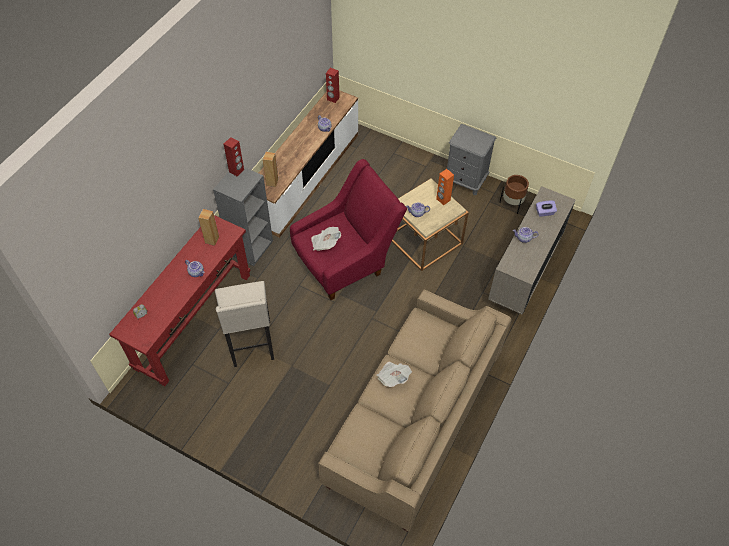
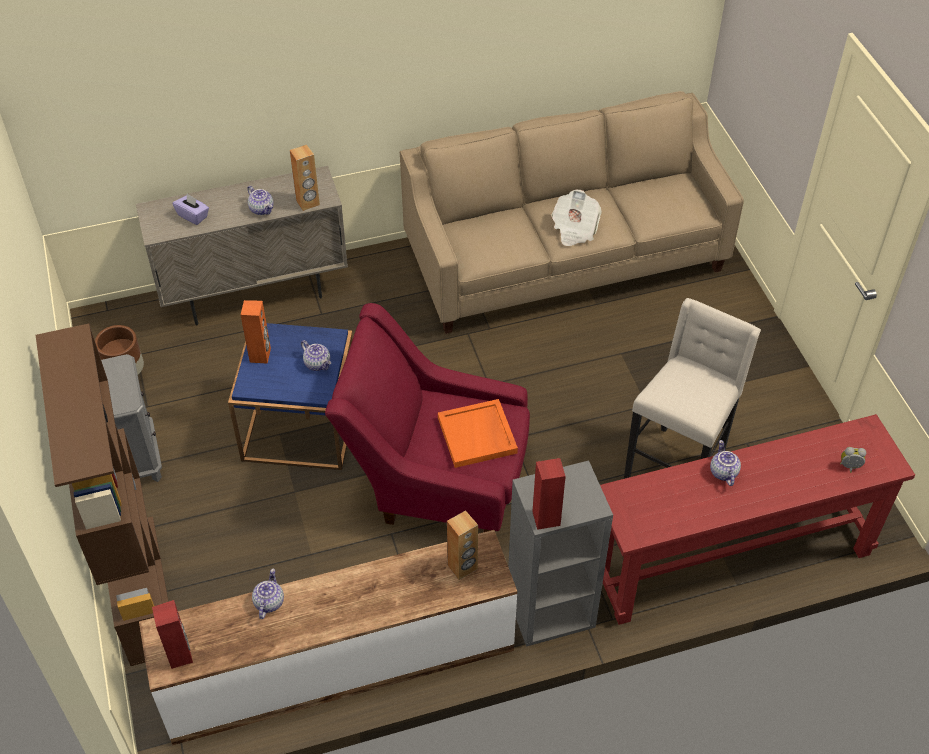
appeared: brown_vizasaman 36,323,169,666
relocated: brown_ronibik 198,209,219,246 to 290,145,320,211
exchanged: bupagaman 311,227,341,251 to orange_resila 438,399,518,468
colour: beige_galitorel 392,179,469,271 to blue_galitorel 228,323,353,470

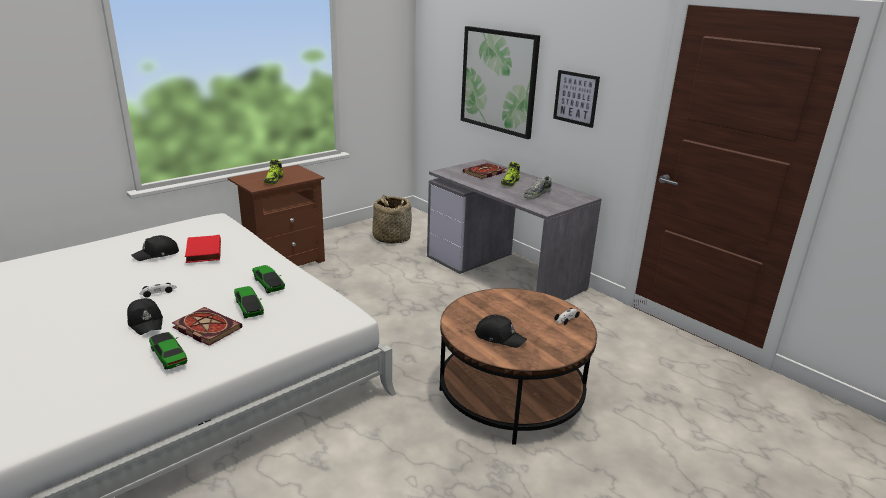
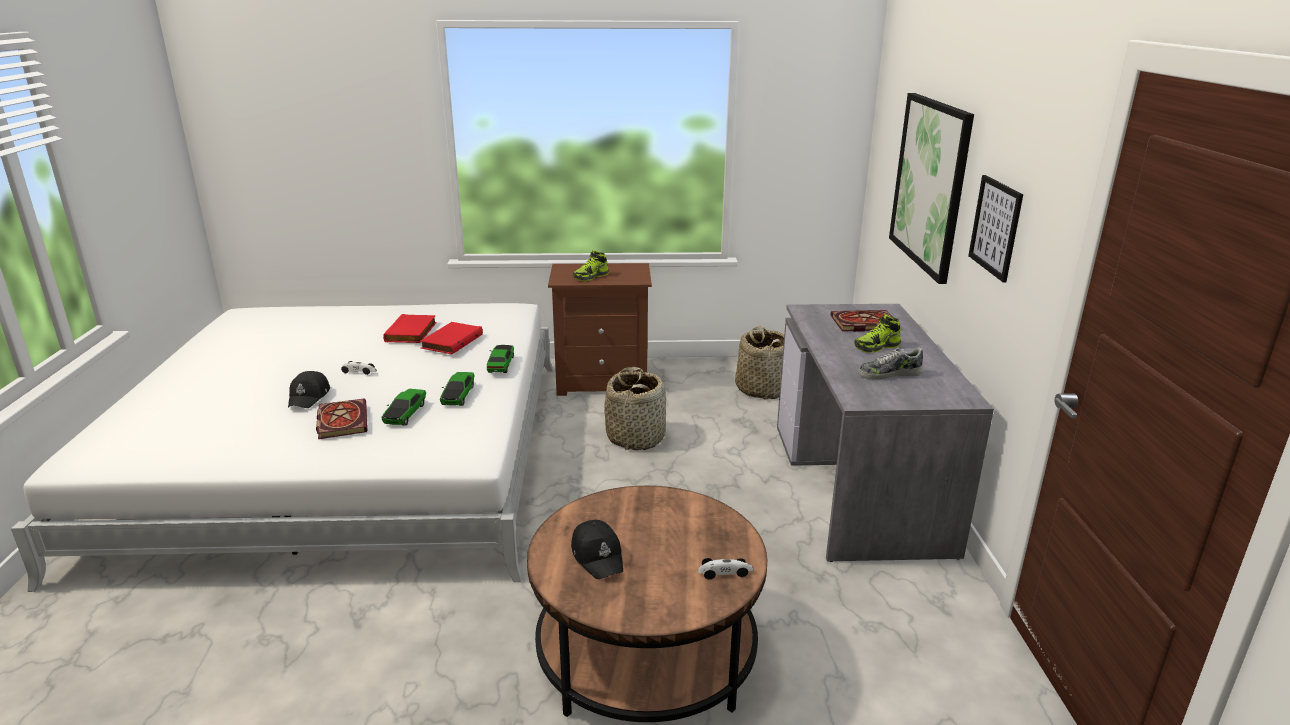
appeared: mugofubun 604,367,666,451
relocated: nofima 149,332,187,370 to 487,345,514,373
exchanged: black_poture 131,235,179,261 to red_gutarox 383,314,437,343

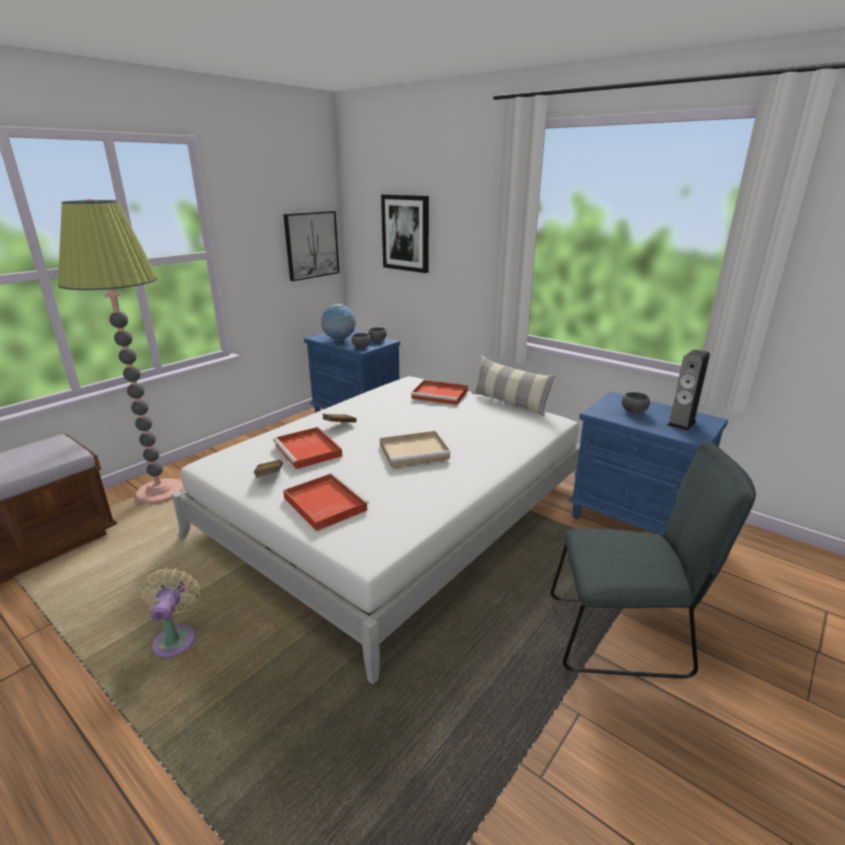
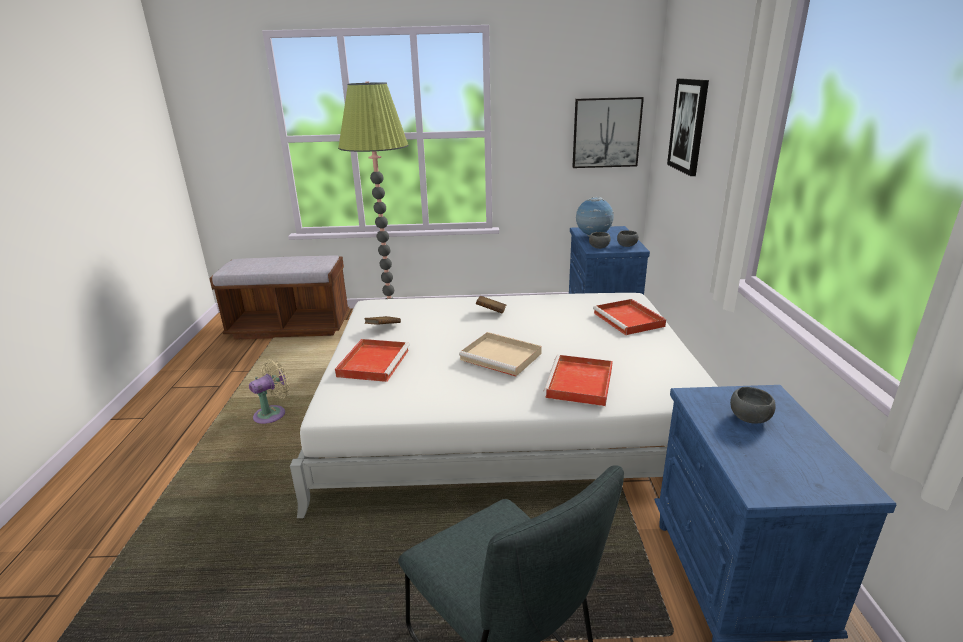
missing: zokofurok 472,356,555,416; ronibik 667,349,710,431
relocated: red_resila 273,427,342,469 to 544,355,613,406

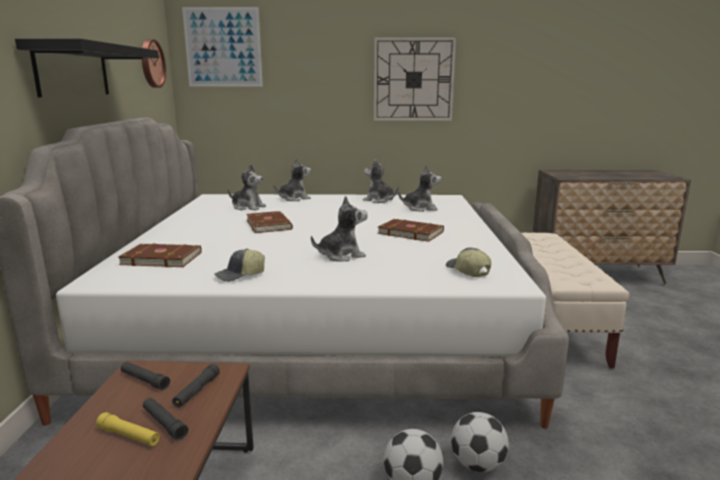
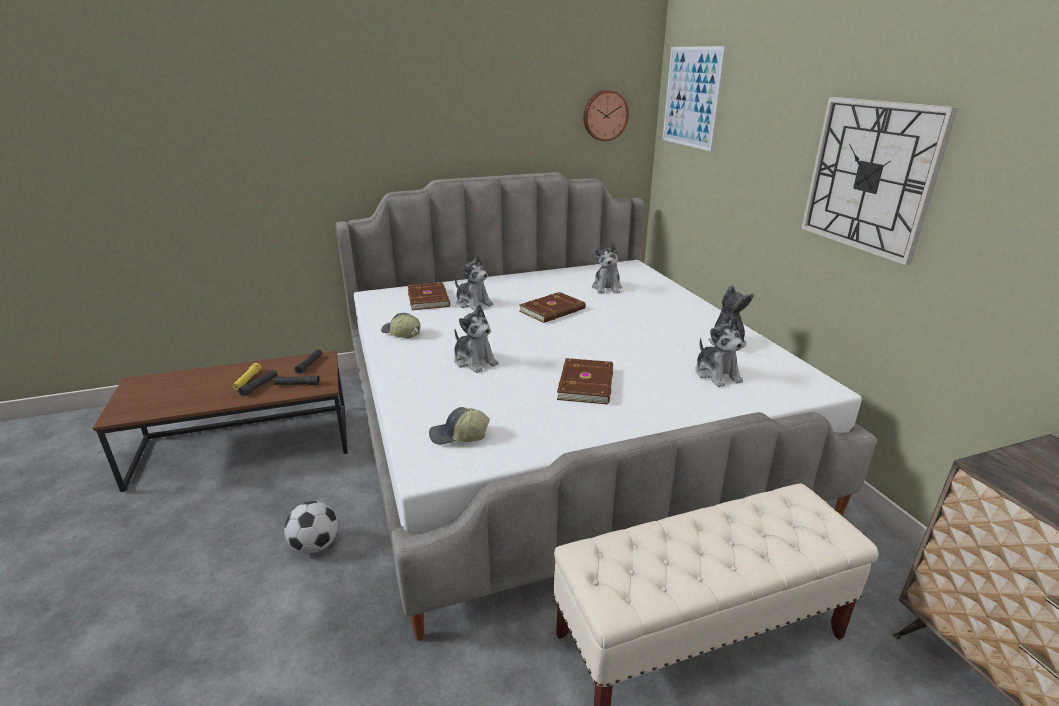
missing: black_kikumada 15,39,159,97; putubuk 451,412,509,472
relocated: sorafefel 274,158,311,201 to 455,256,493,310
spun: poture 446,248,491,277 = 429,407,490,444 135 degrees counterclockwise

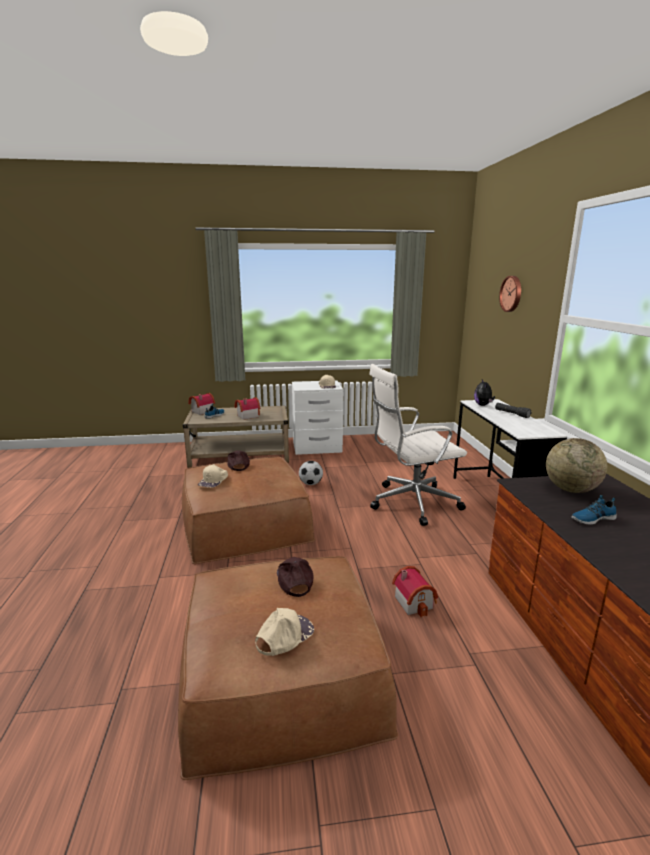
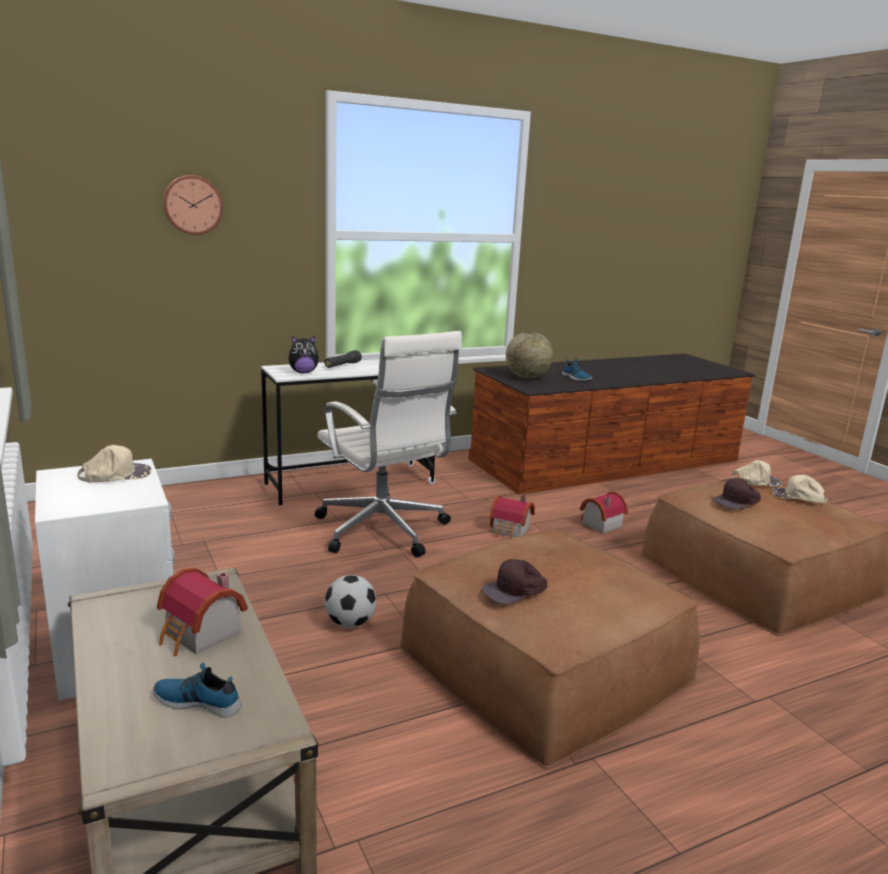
relocated: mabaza 188,393,215,415 to 490,495,535,539; beige_poture 198,464,228,488 to 731,460,782,487

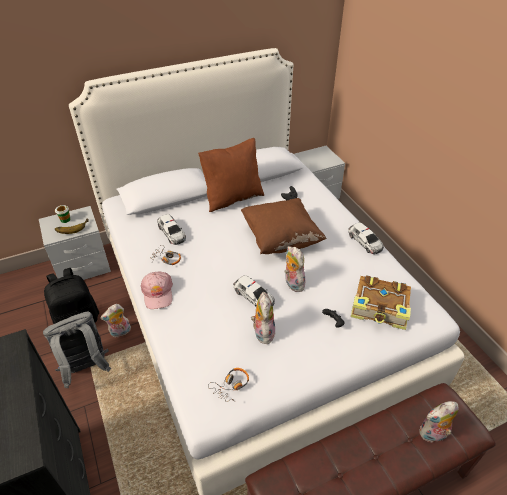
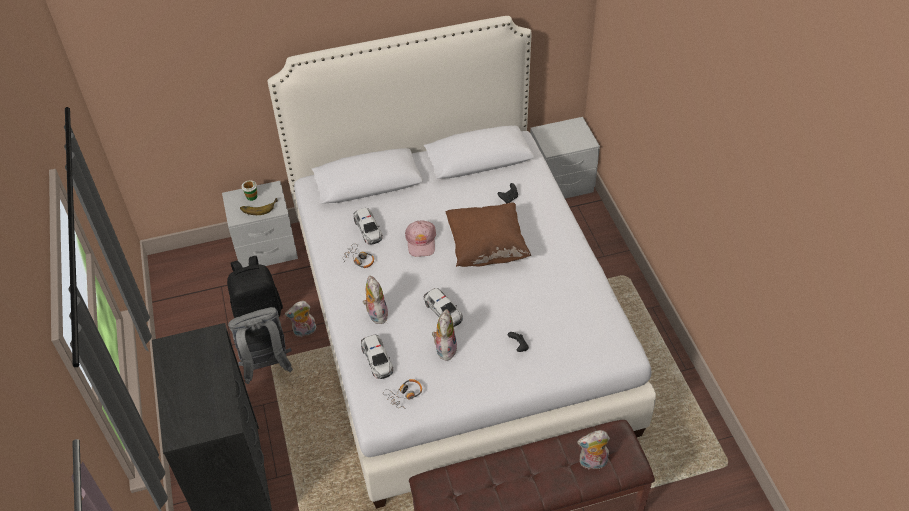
missing: brown_zokofurok 198,138,264,212; gutarox 351,275,411,330
relocated: pink_poture 141,272,173,309 to 405,221,436,257; sorafefel 285,246,305,292 to 363,275,388,324; nofima 348,222,384,254 to 361,335,393,379

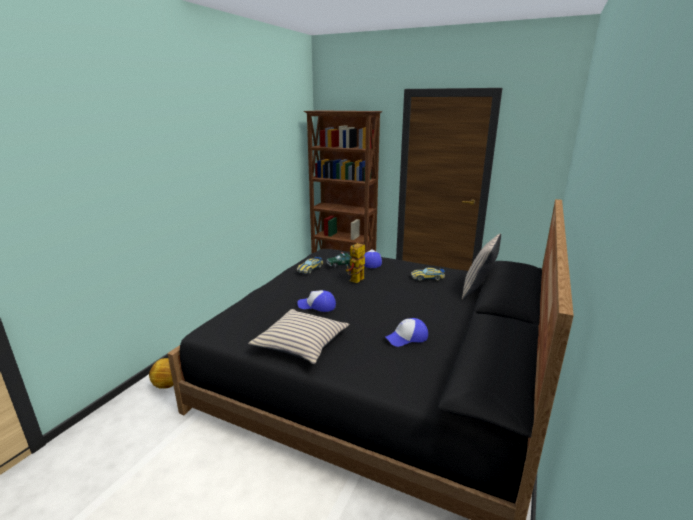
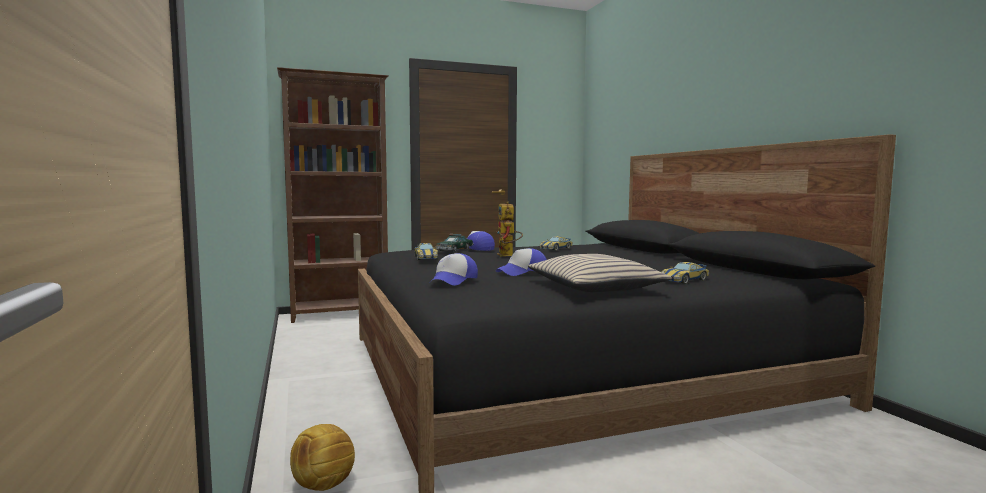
missing: beige_zokofurok 462,234,501,300
appeared: nofima 662,262,709,284
relocated: poture 385,318,428,347 to 429,253,478,286

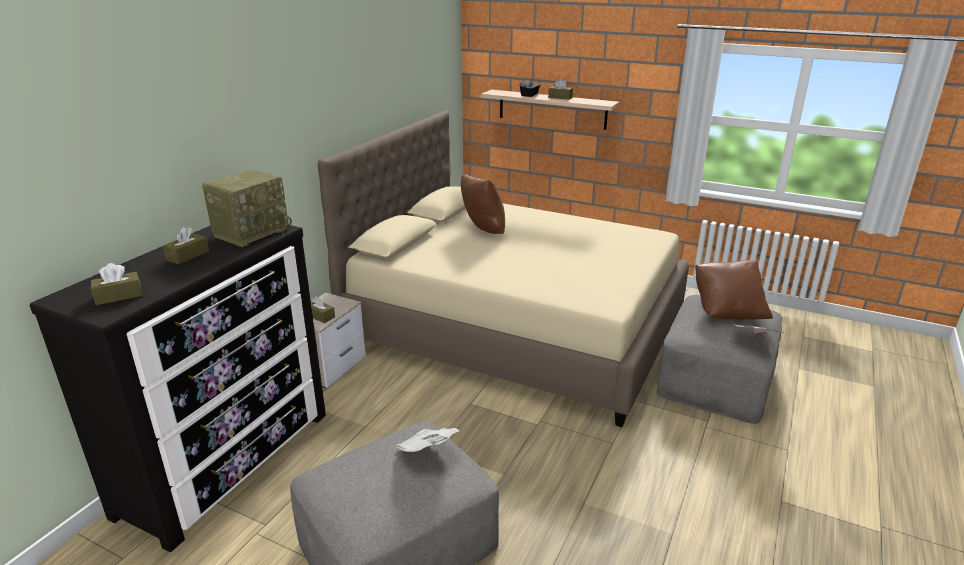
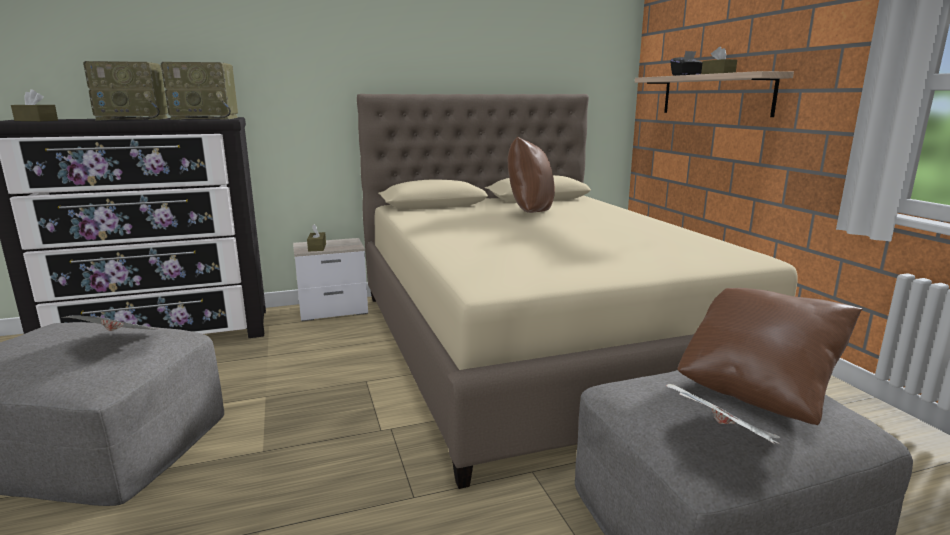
exchanged: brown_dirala 163,227,209,264 to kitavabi 83,61,168,120

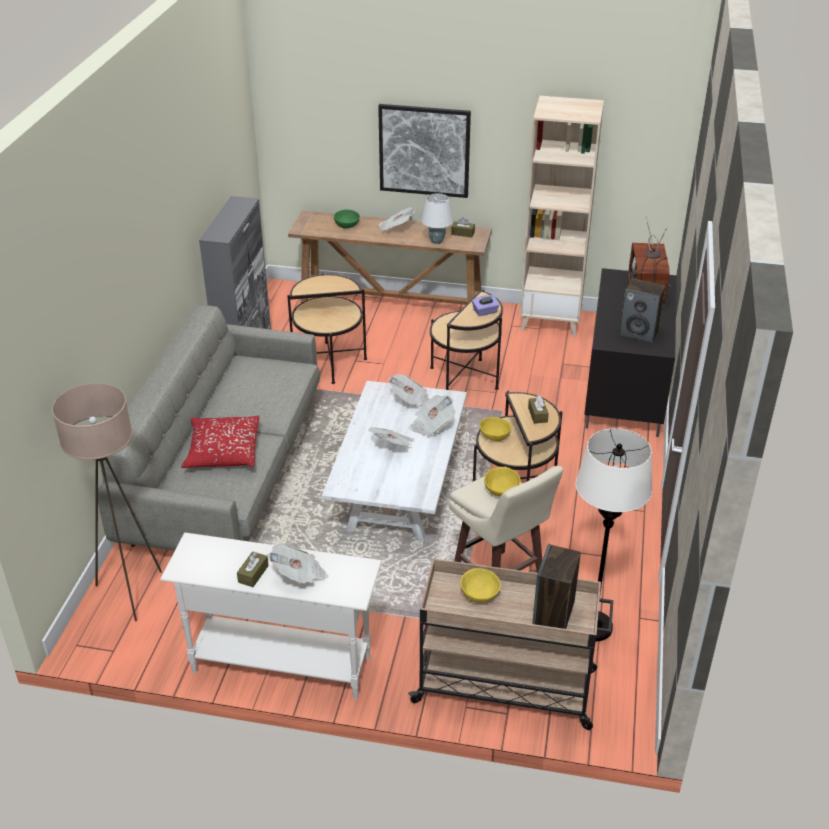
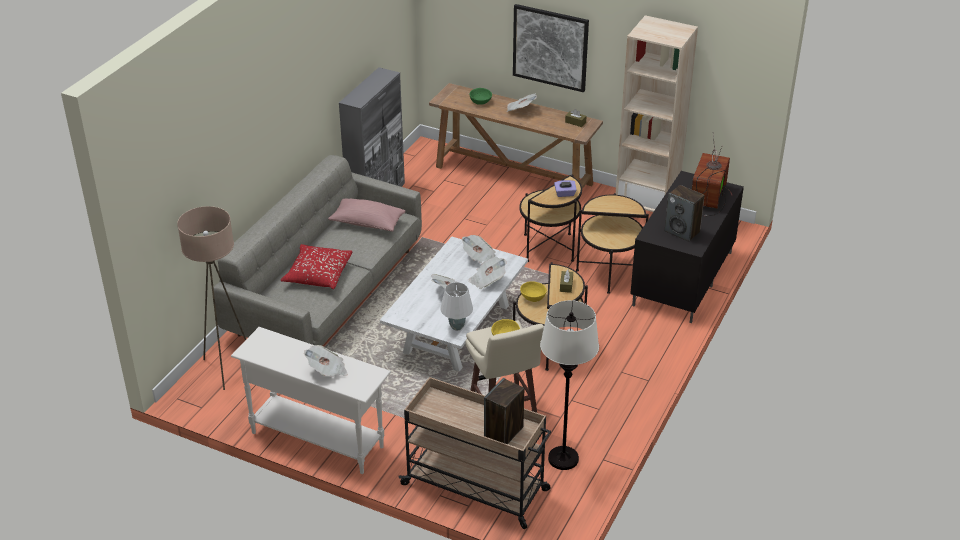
missing: brown_dirala 237,551,269,587; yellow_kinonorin 460,568,501,603
appeared: pink_zokofurok 328,199,406,232
relocated: galitorel 287,273,367,384 to 576,193,649,294; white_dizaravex 421,193,453,244 to 441,282,473,331

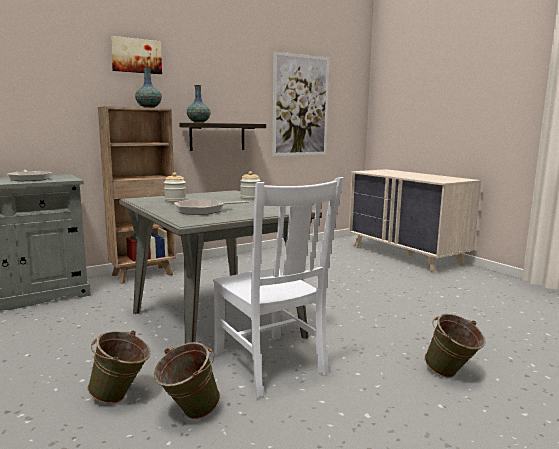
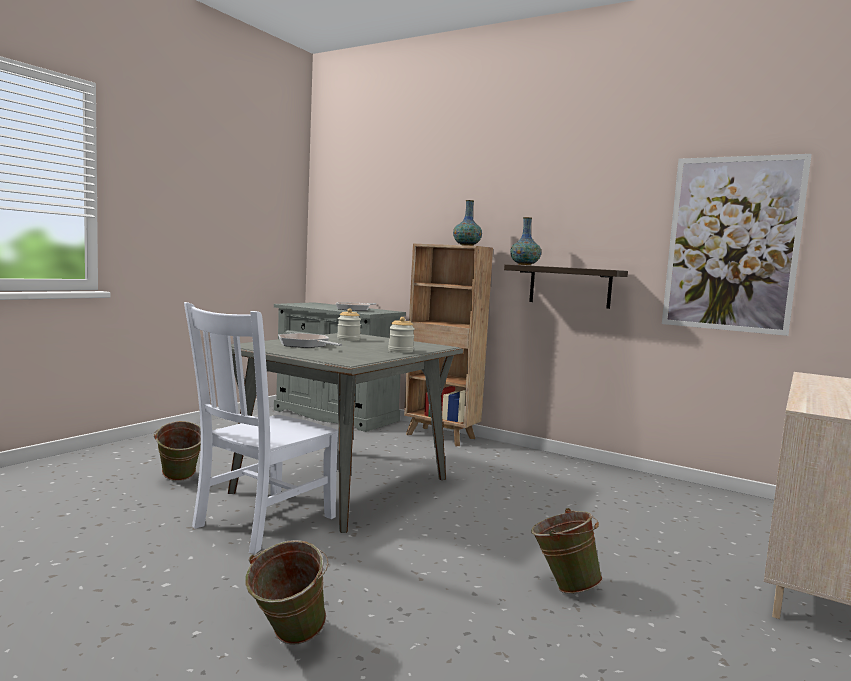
missing: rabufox 110,36,162,74
relocated: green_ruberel 154,342,220,419 to 531,508,602,594

